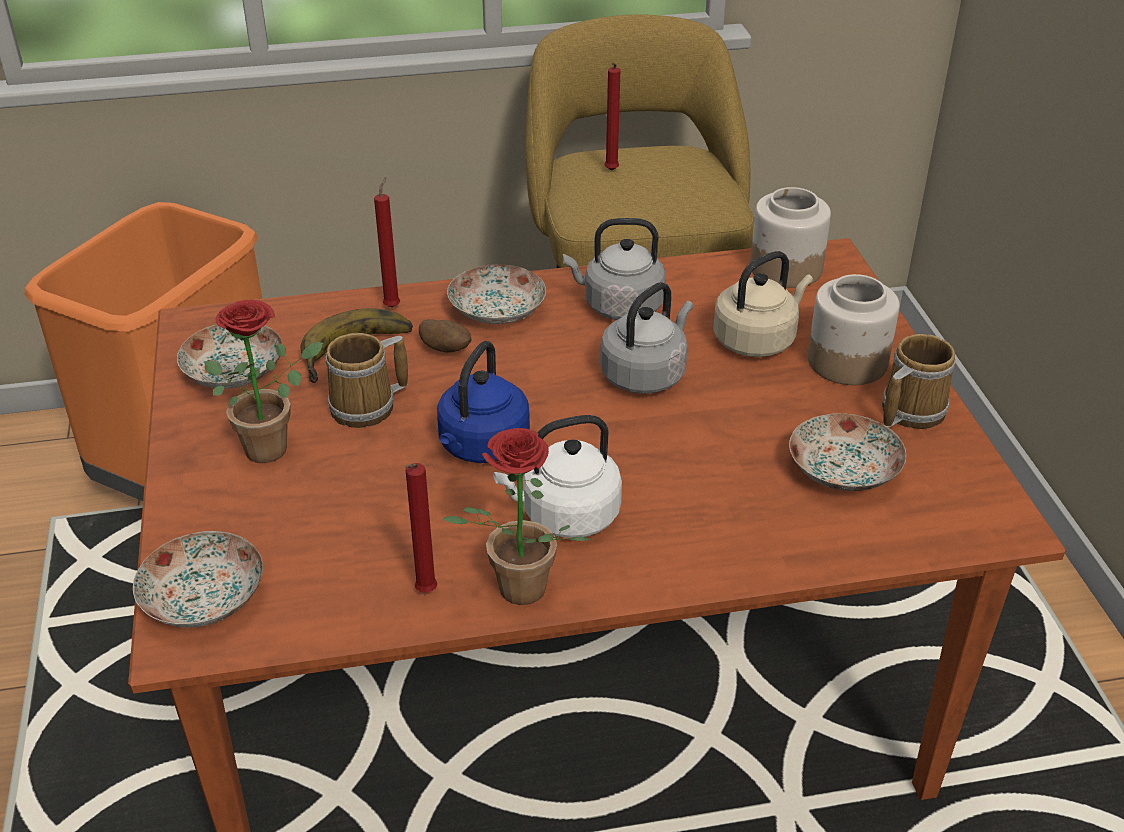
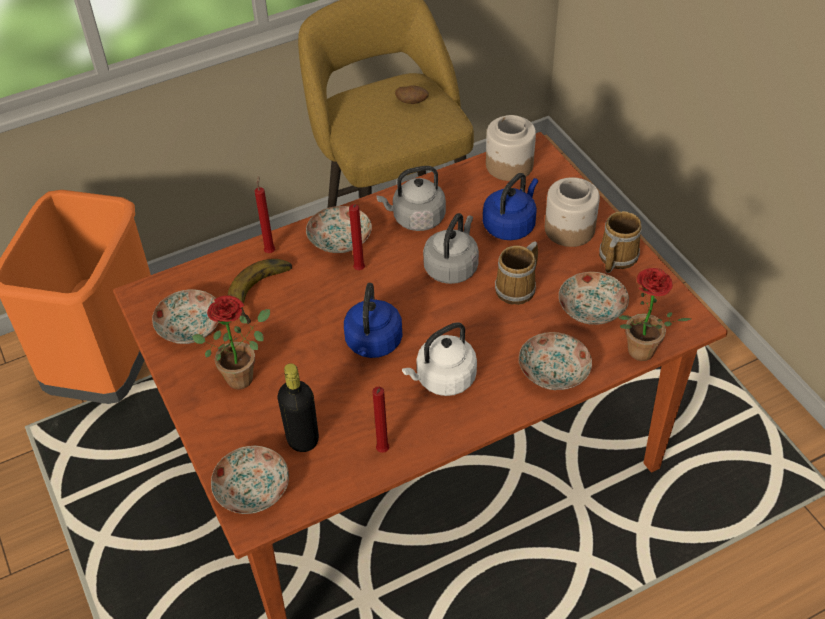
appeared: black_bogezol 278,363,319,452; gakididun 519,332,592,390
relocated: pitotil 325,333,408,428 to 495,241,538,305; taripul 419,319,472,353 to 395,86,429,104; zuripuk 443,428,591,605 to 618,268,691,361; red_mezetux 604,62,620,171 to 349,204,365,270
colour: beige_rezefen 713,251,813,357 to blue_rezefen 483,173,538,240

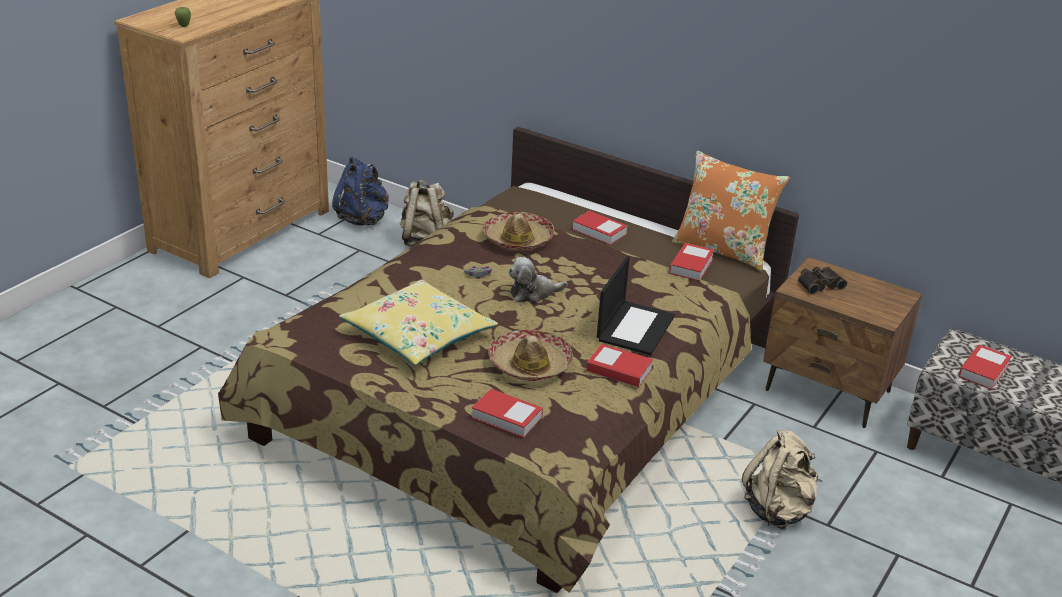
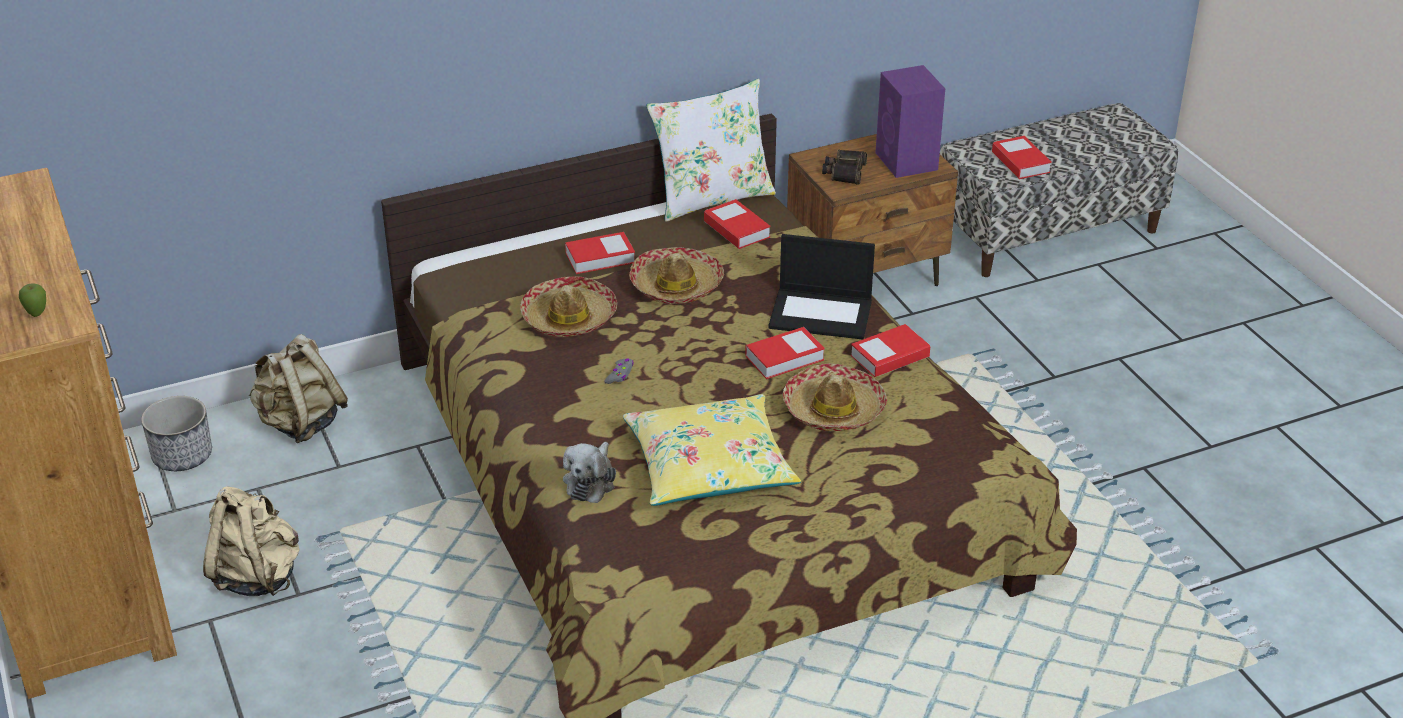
appeared: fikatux 629,247,724,304; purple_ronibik 876,65,945,178
relocated: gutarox 472,389,543,438 to 745,327,825,379; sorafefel 508,257,568,303 to 563,442,616,503; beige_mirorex 742,430,818,529 to 203,486,300,596
exchanged: blue_mirorex 332,156,389,226 to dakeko 141,396,212,471
colour: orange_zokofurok 672,151,790,271 to white_zokofurok 646,79,776,222
spun: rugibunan 597,256,675,355 = 768,234,875,340 135 degrees clockwise

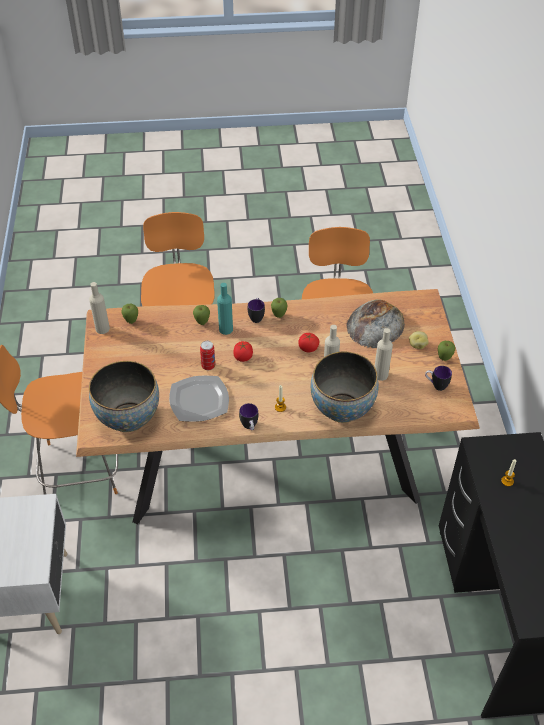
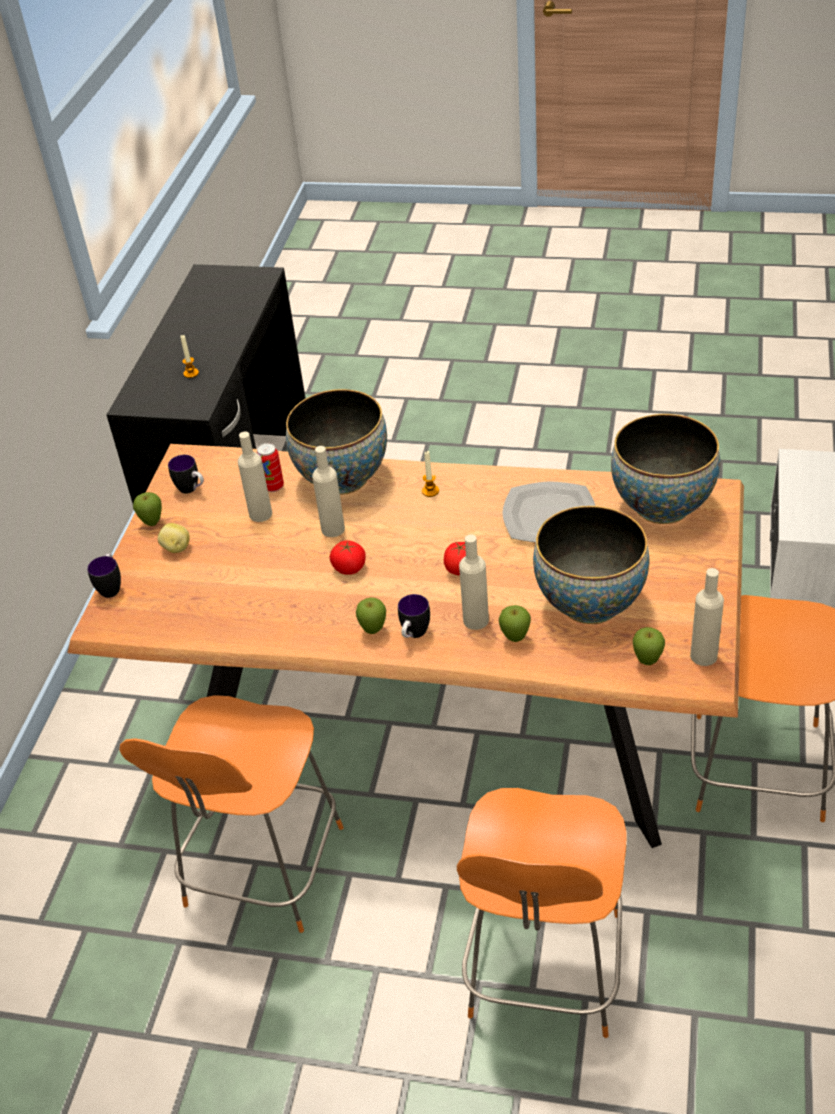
missing: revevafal 346,299,405,348
appeared: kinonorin 533,506,649,624
relocated: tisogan 200,341,215,370 to 257,443,284,492; pitotil 239,403,258,430 to 87,554,121,598
colour: turquoise_bogezol 217,283,233,335 to beige_bogezol 459,534,489,630

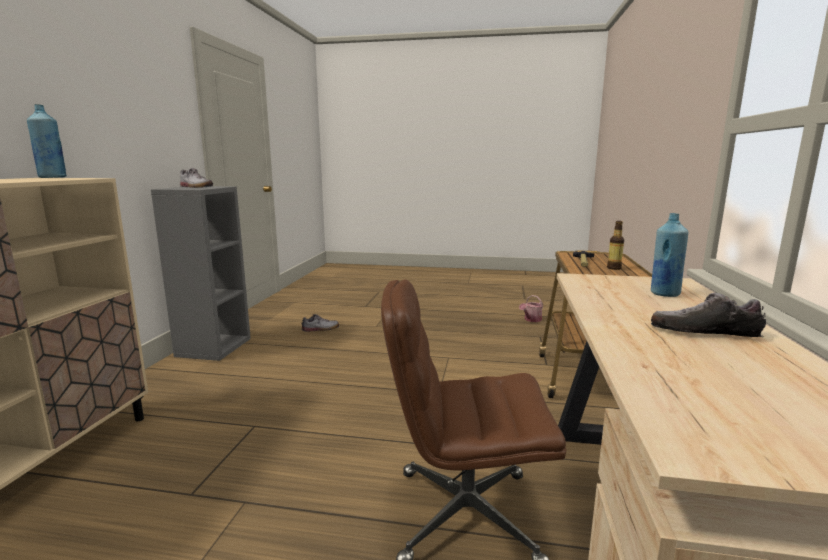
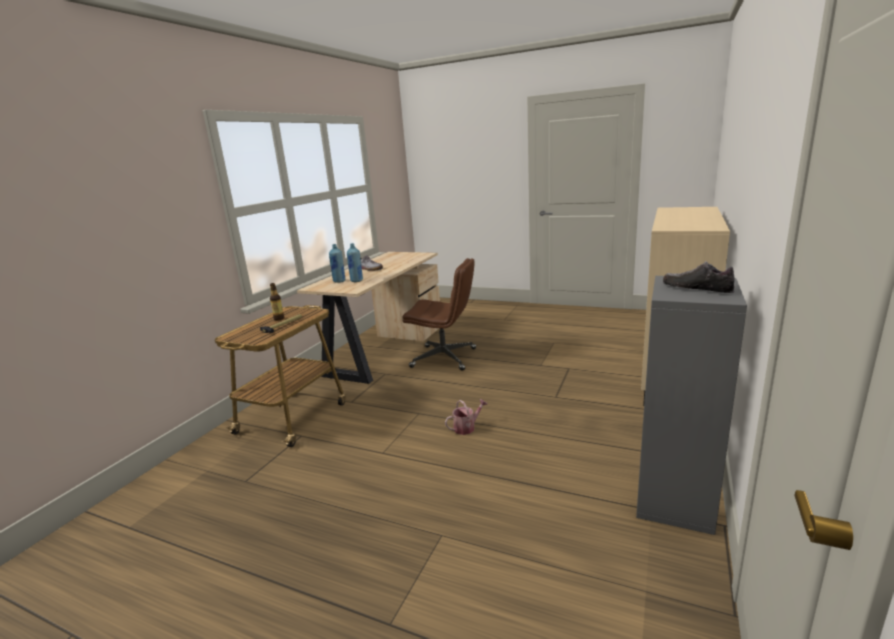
missing: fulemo 301,314,339,332
relocated: blue_bogezol 27,104,67,178 to 347,243,363,282; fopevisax 519,295,543,322 to 445,399,488,435

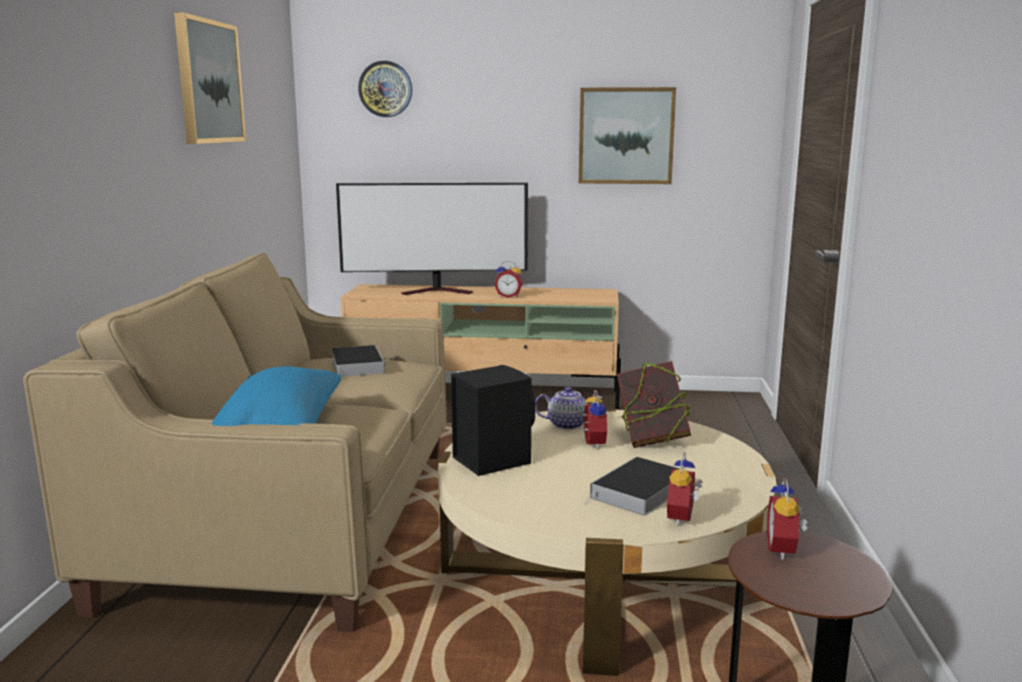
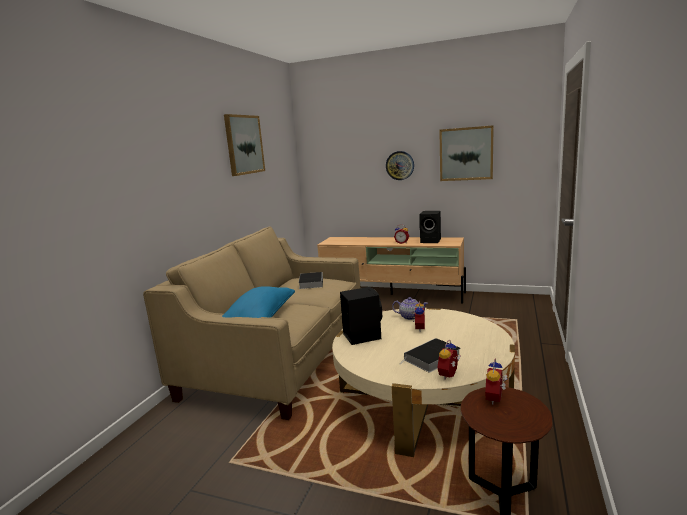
missing: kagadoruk 336,183,528,295; gutarox 617,361,691,448
appeared: black_ronibik 419,211,441,243
relocated: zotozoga 358,61,412,117 to 386,151,414,180

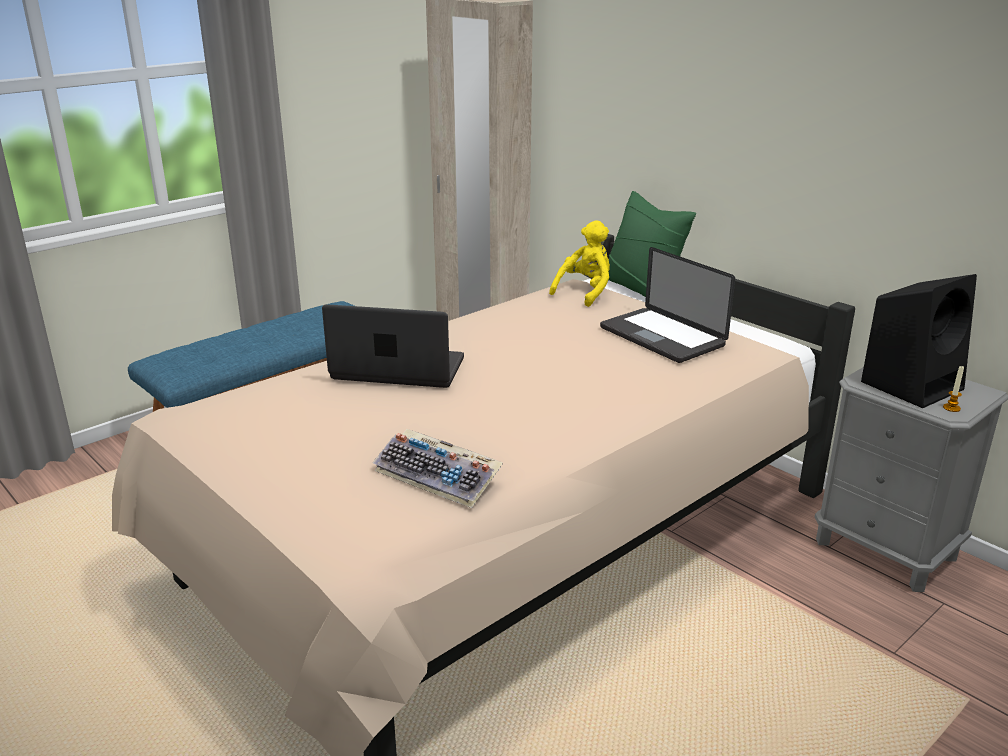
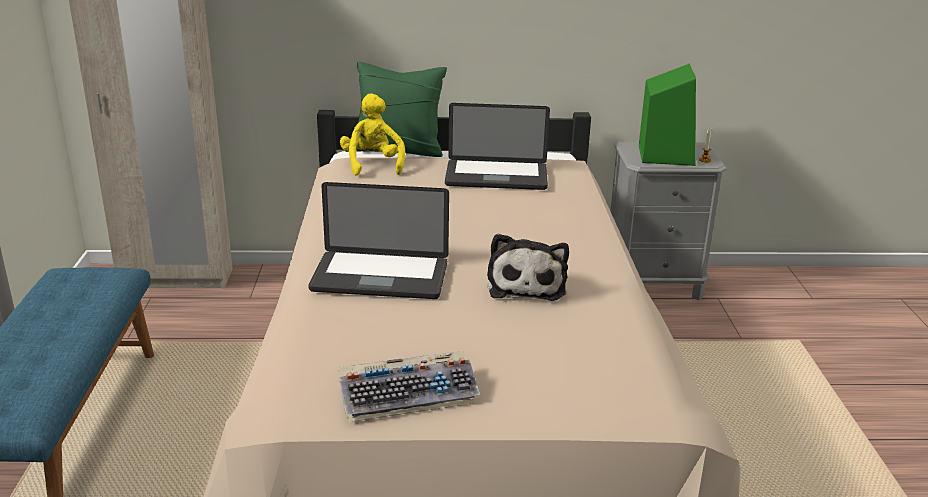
appeared: sorafefel 487,234,569,301
relocated: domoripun 372,429,503,508 to 339,351,480,422
colour: black_ronibik 861,274,977,408 to green_ronibik 639,63,696,166
spun: rugibunan 322,304,464,388 = 308,182,449,299 135 degrees counterclockwise

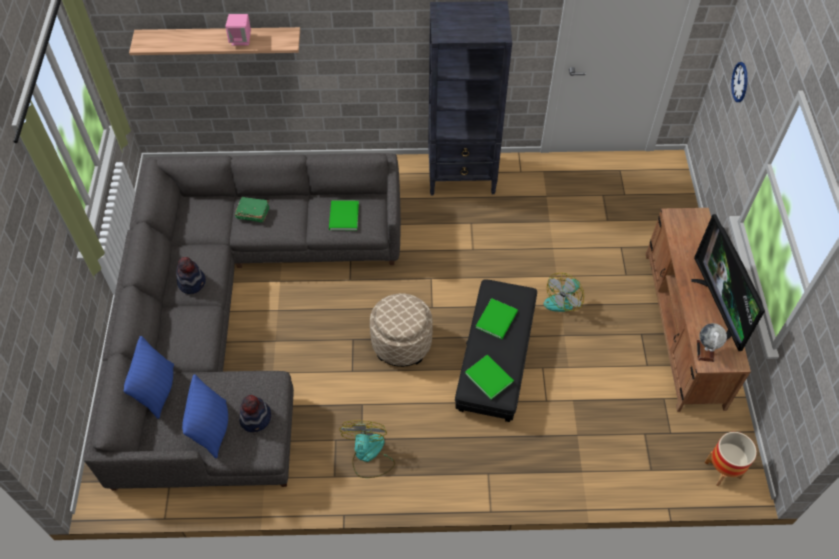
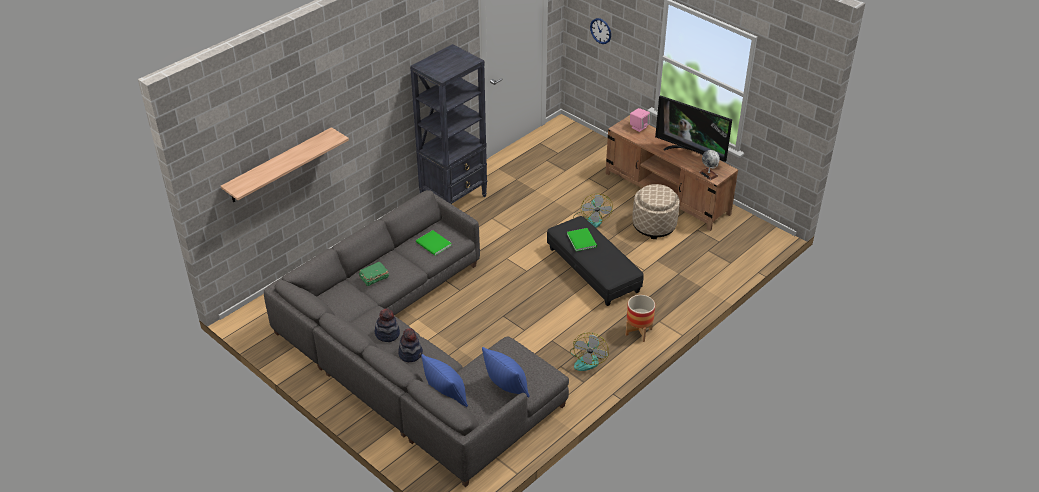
missing: green_gutarox 465,355,514,399
relocated: pink_ronibik 225,14,251,46 to 630,108,650,132; fikatux 239,395,271,432 to 398,328,423,362; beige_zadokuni 370,293,433,367 to 632,184,680,239; dakeko 705,432,757,486 to 626,295,655,342
spun: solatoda 339,421,395,478 = 570,333,609,371 120 degrees counterclockwise

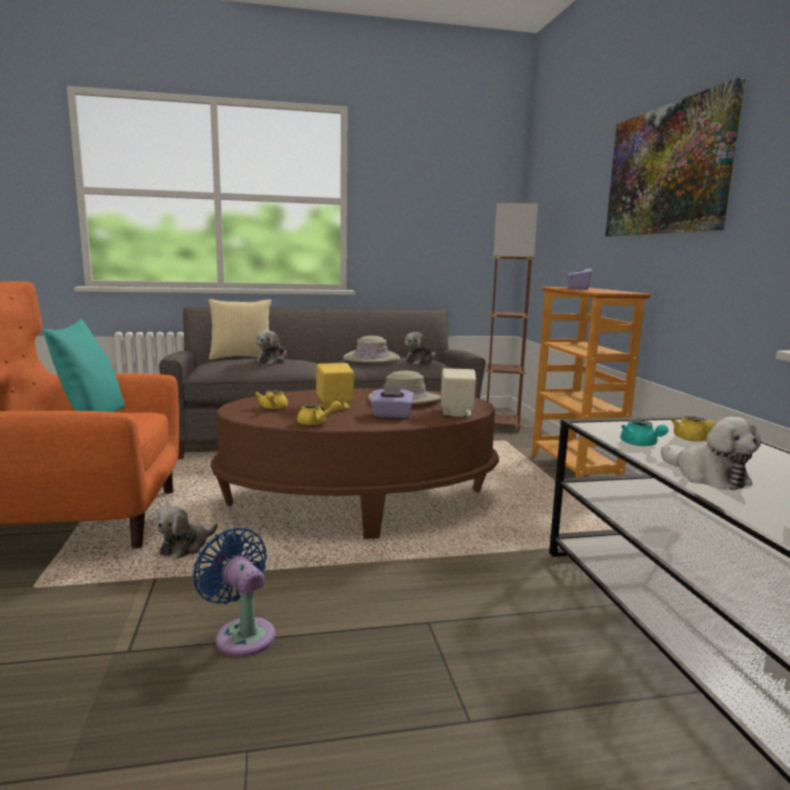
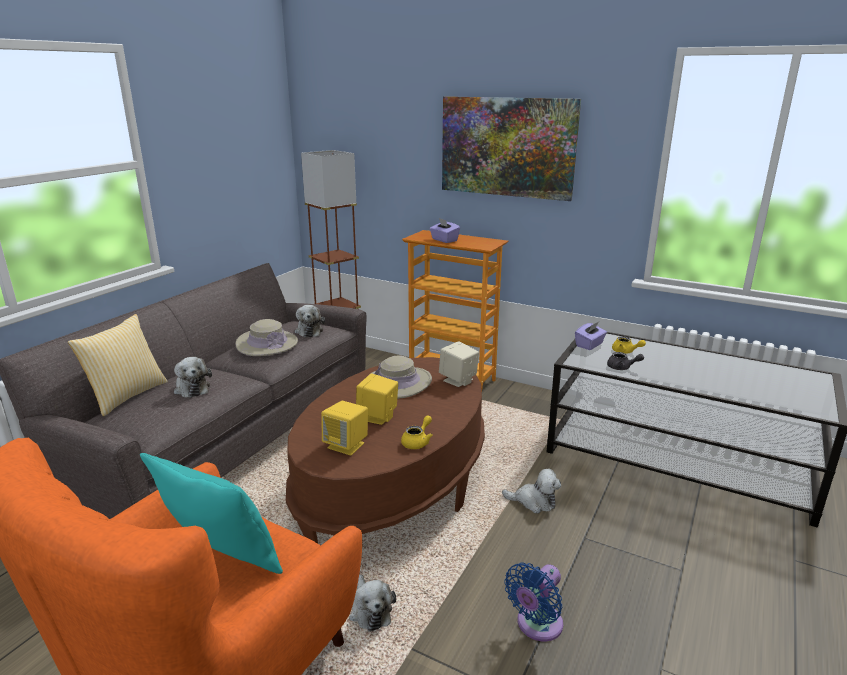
relocated: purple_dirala 371,384,414,418 to 575,322,607,350; sorafefel 661,417,761,490 to 502,468,561,513
exchanged: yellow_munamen 255,390,288,409 to yellow_ronibik 321,401,368,456
colour: turquoise_munamen 620,420,668,446 to grey_munamen 607,352,644,370
spun: blue_solatoda 193,528,275,657 = 505,563,563,641 45 degrees counterclockwise

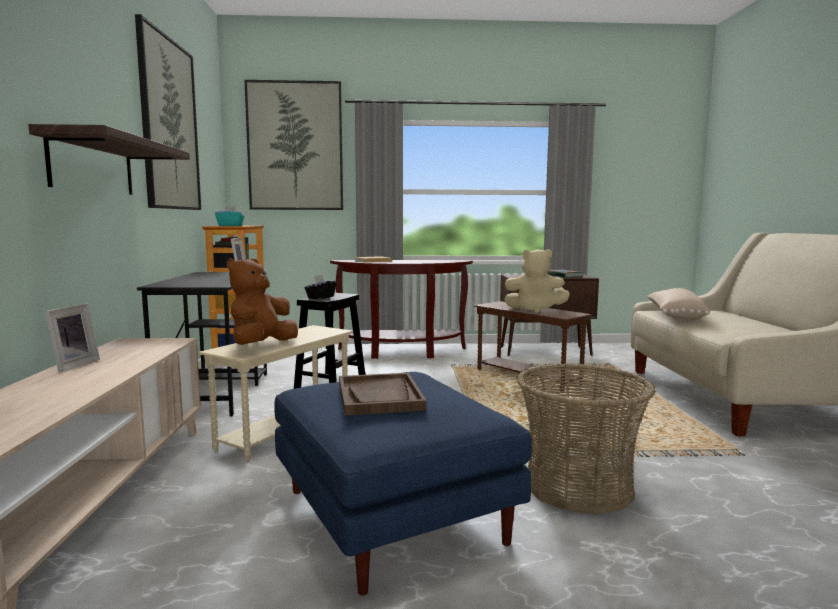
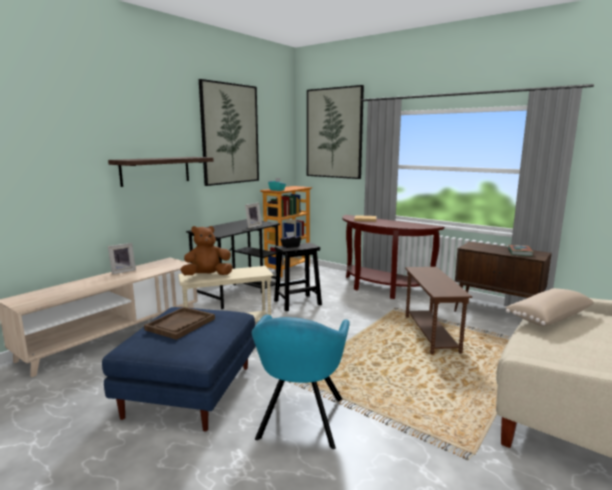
missing: beige_sorafefel 504,249,570,313
exchanged: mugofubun 516,363,656,514 to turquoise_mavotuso 252,314,350,449

